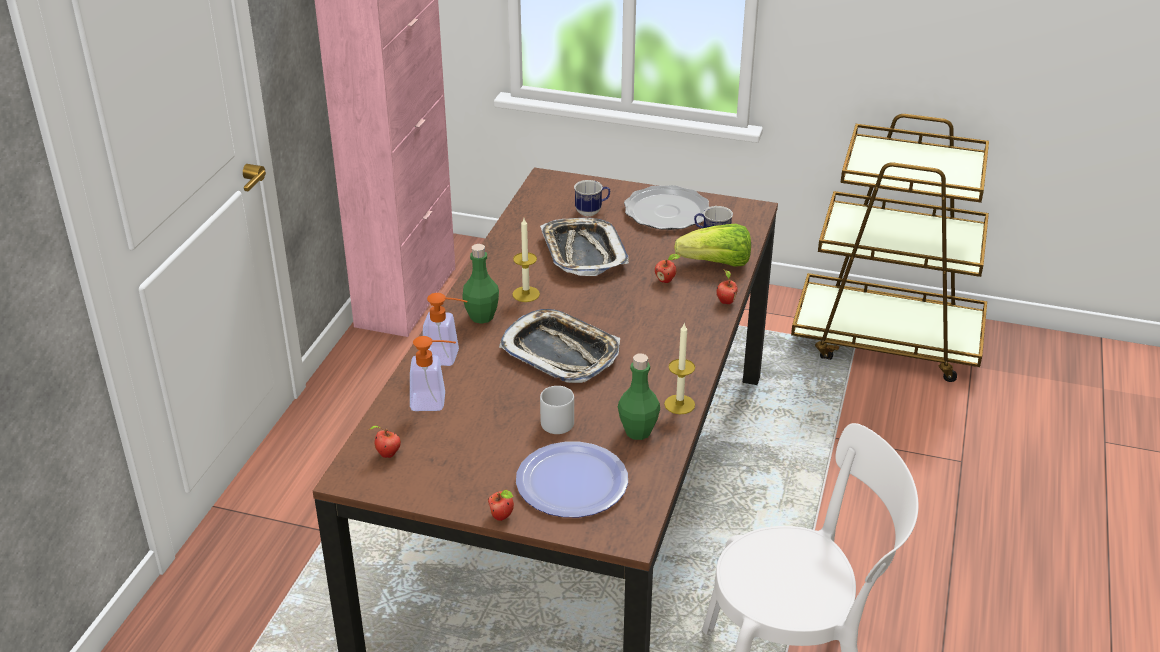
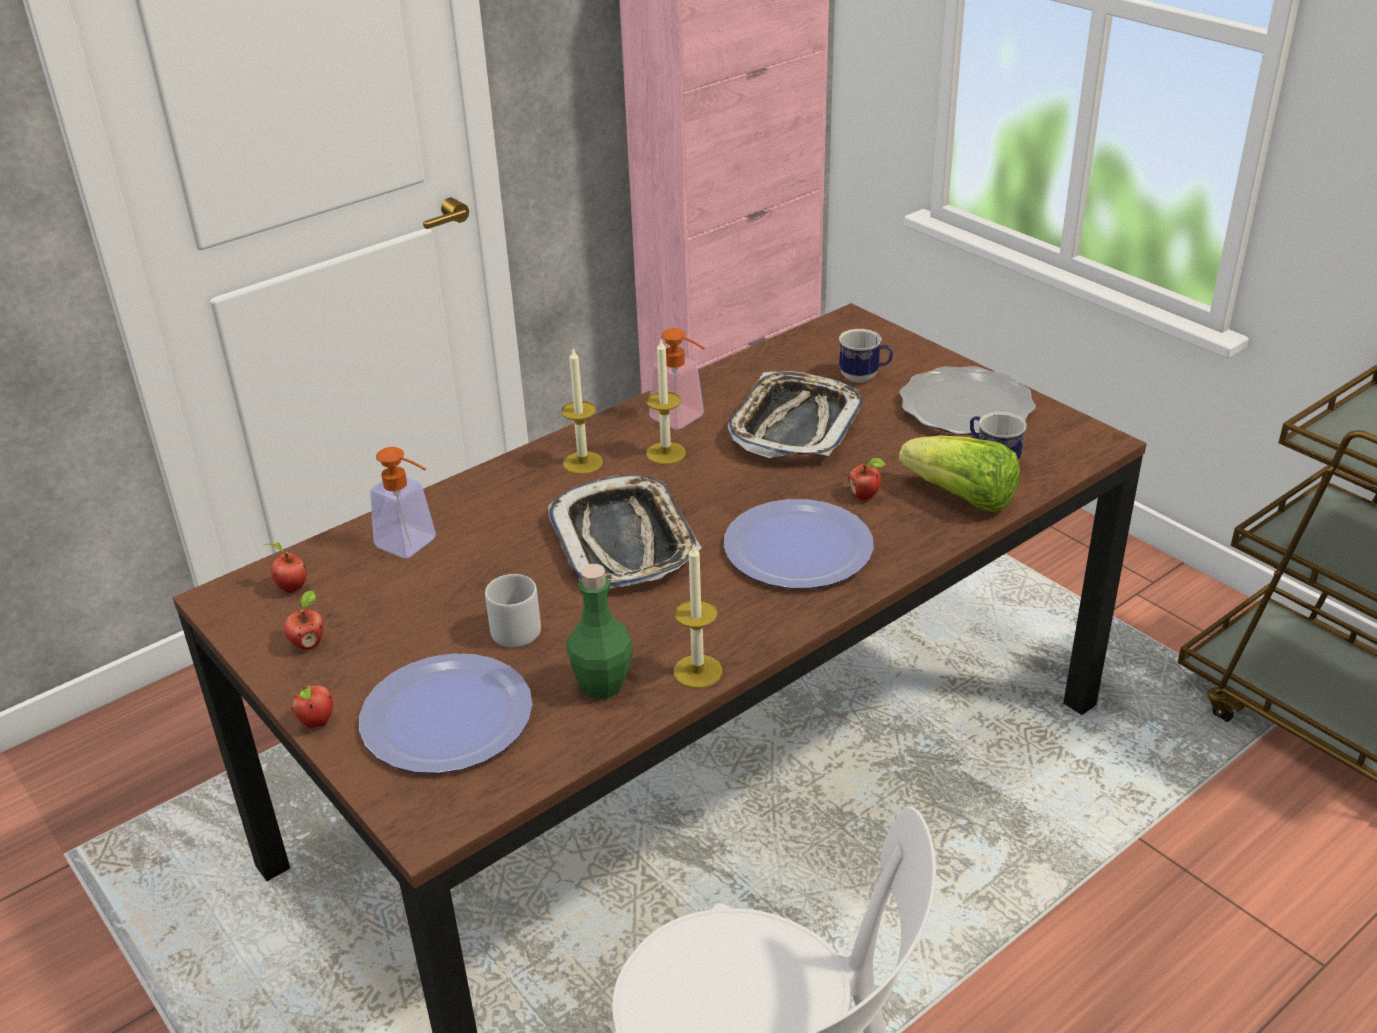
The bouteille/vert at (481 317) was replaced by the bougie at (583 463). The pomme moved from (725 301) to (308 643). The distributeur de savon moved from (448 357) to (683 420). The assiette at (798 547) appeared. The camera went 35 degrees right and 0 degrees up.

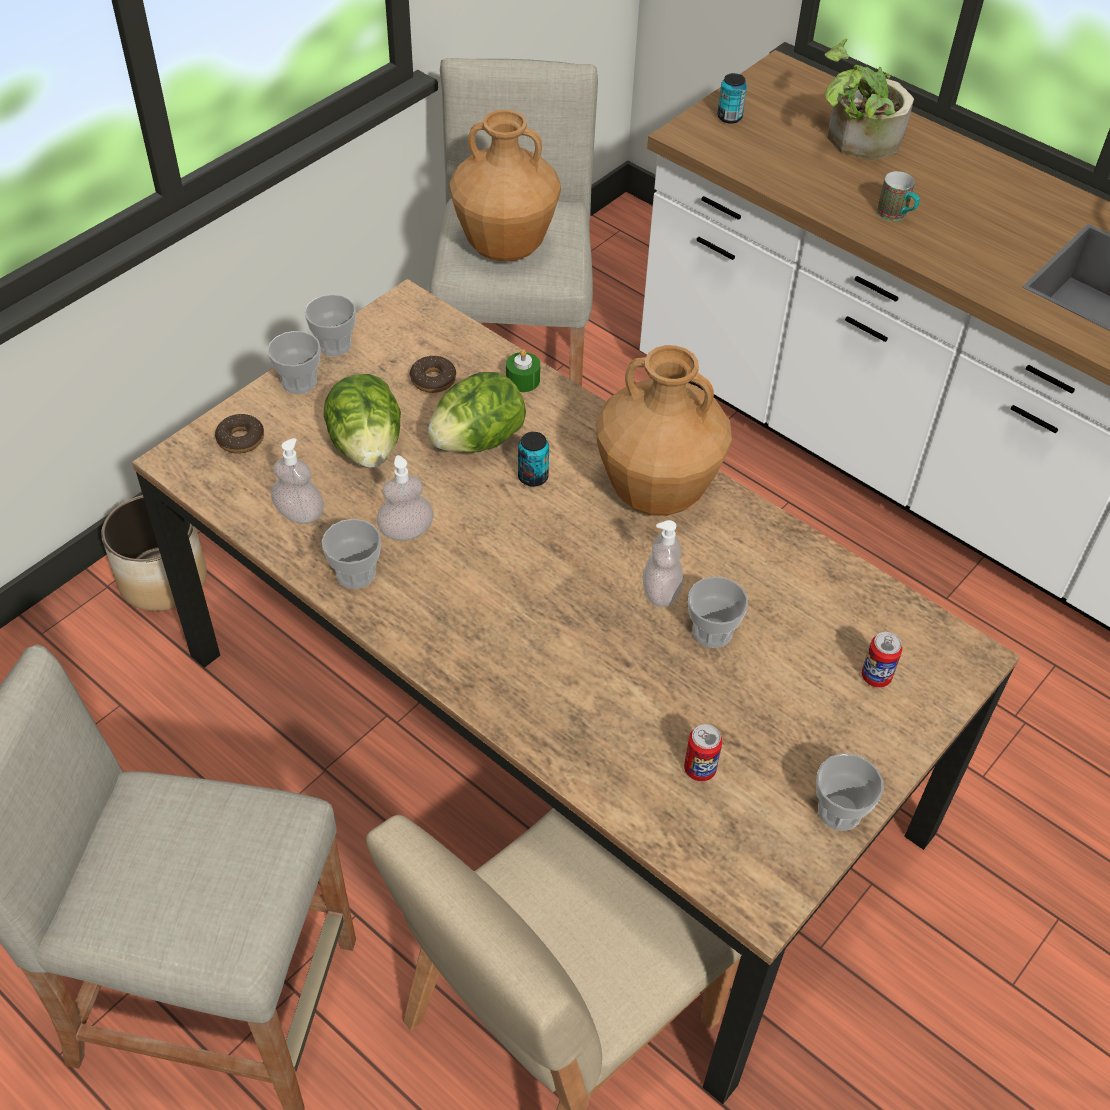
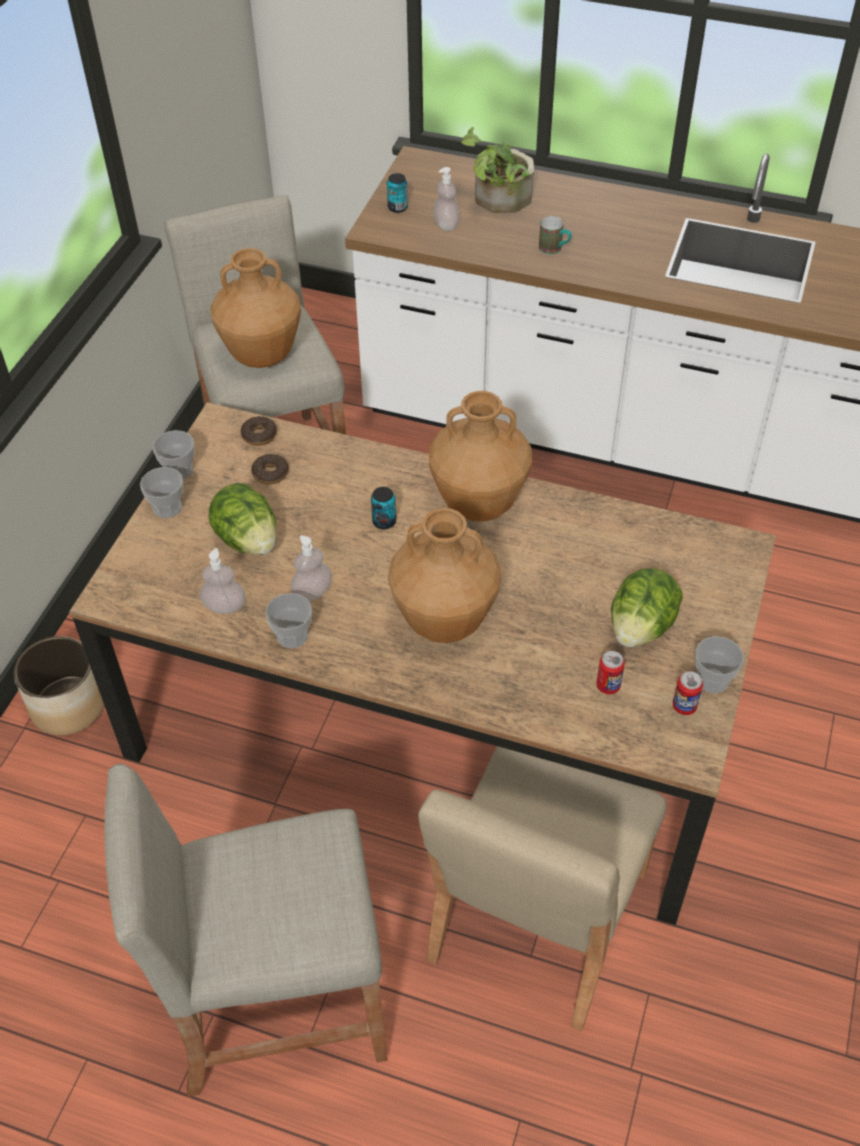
The bougie/vert at (523 380) disappeared. The laitue moved from (478 440) to (641 627). The beignet moved from (240 439) to (259 435). The distributeur de savon moved from (661 592) to (446 225). The tasse at (712 632) disappeared. The boîte métallique moved from (876 677) to (684 706). The vase/marron at (445 622) appeared. The camera went 20 degrees left and 0 degrees up.

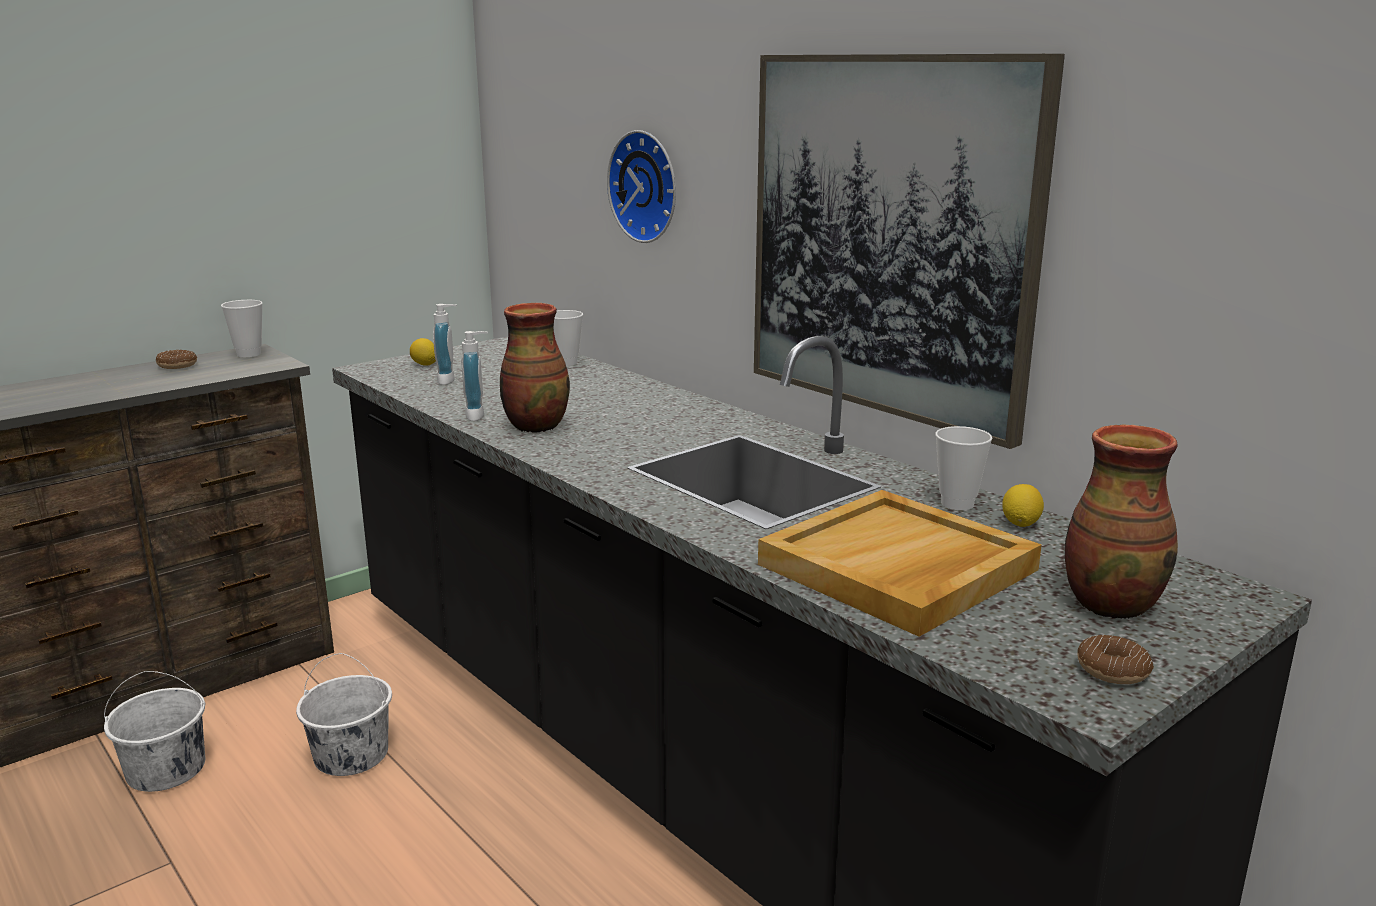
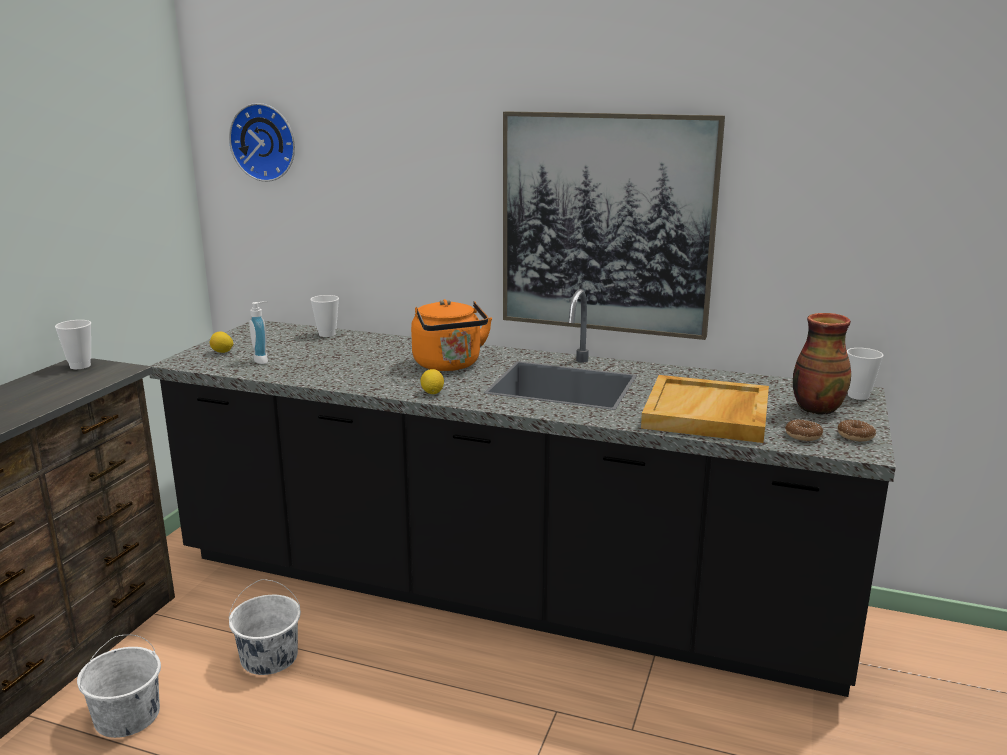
The horloge murale moved from (648 186) to (265 142). The vase at (535 426) disappeared. The distributeur de savon at (479 415) disappeared. The beignet moved from (177 365) to (803 436). The tasse moved from (957 504) to (858 396). The citron moved from (1020 524) to (432 393). The bouilloire/orange at (449 365) appeared. The camera went 30 degrees left and 0 degrees up.

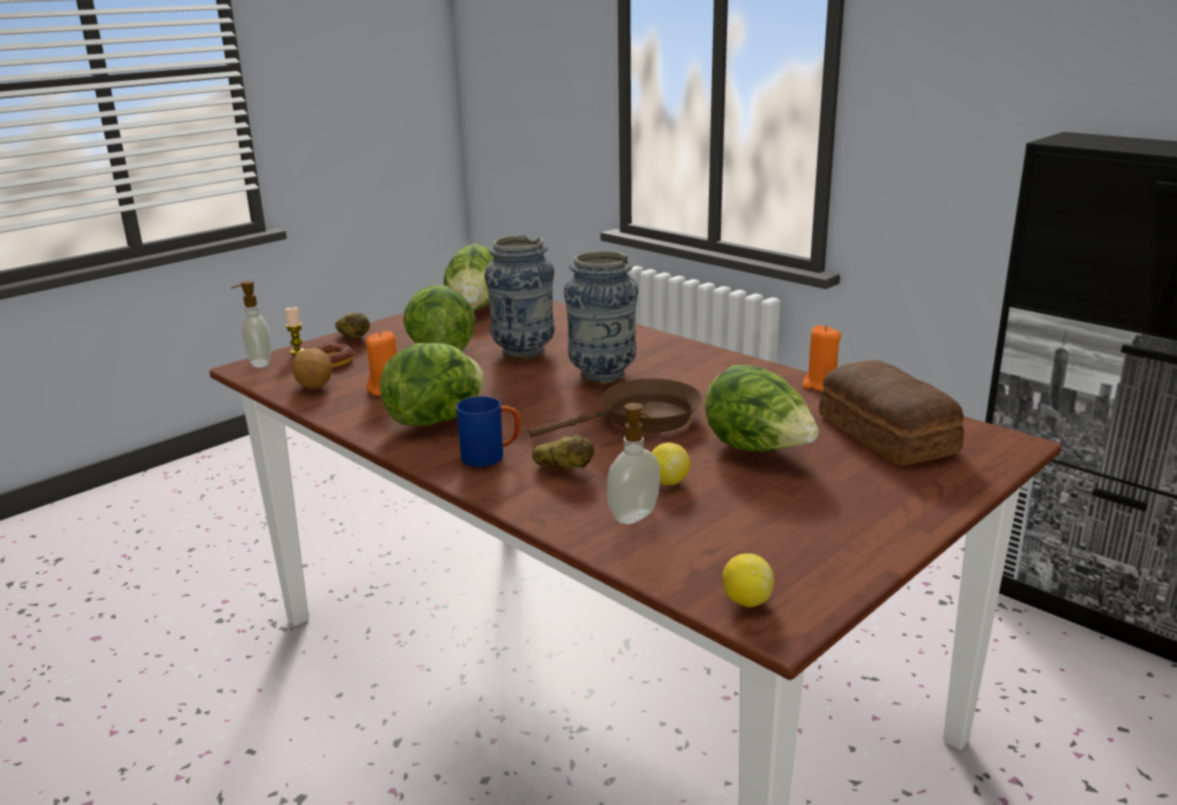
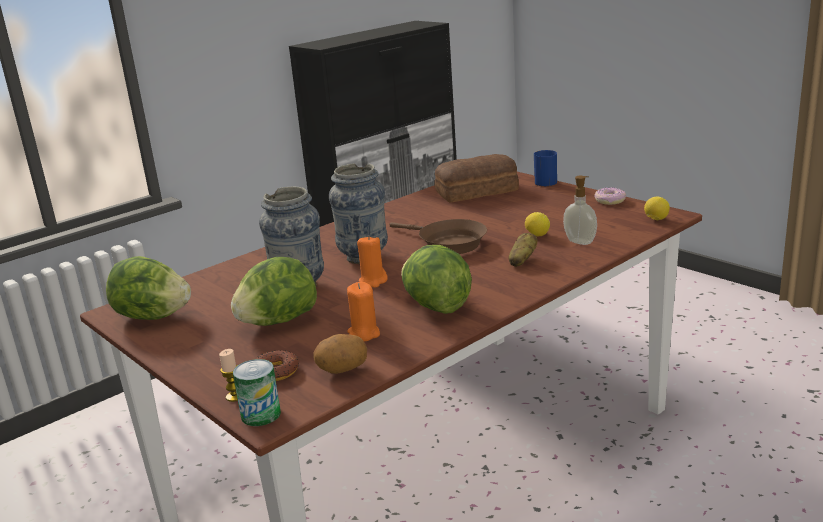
The distributeur de savon at (258 363) was replaced by the boîte métallique at (261 414). The pomme de terre at (354 338) disappeared. The bougie/orange moved from (820 385) to (373 281). The laitue at (758 450) disappeared. The poêle/marron at (642 419) turned 150 degrees clockwise. The mug/bleu moved from (491 457) to (544 181). The beignet at (609 201) appeared. The camera went 85 degrees left and 0 degrees up.

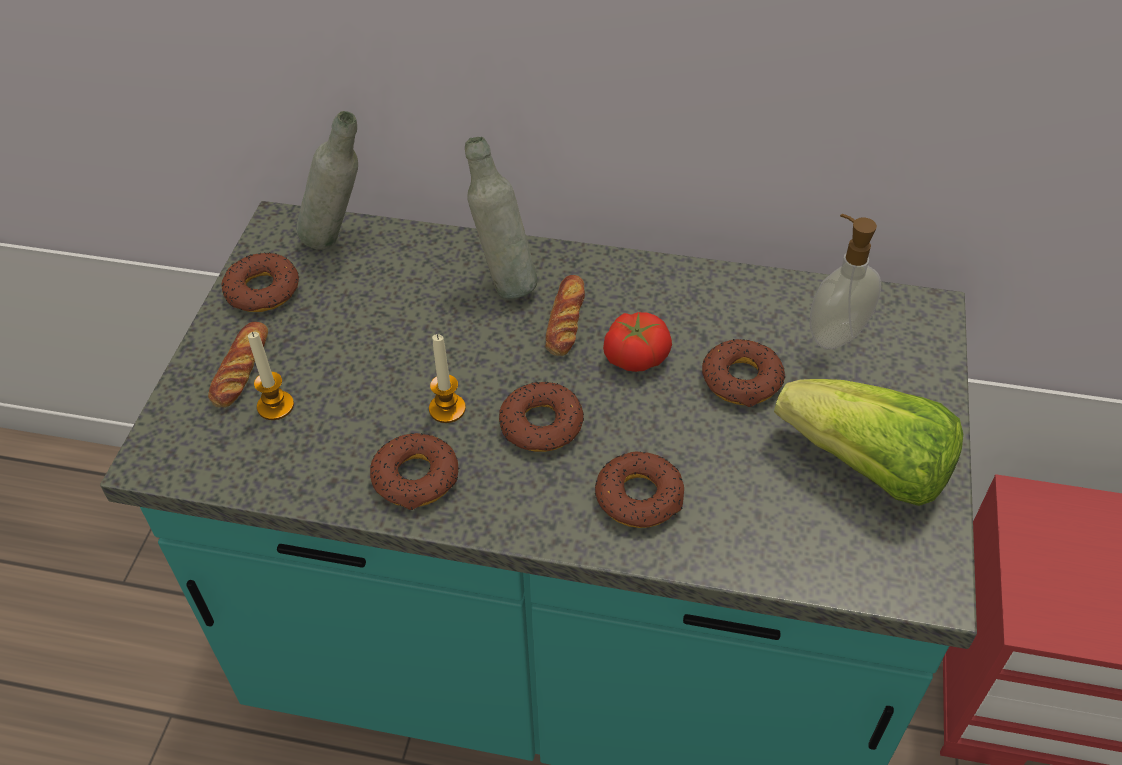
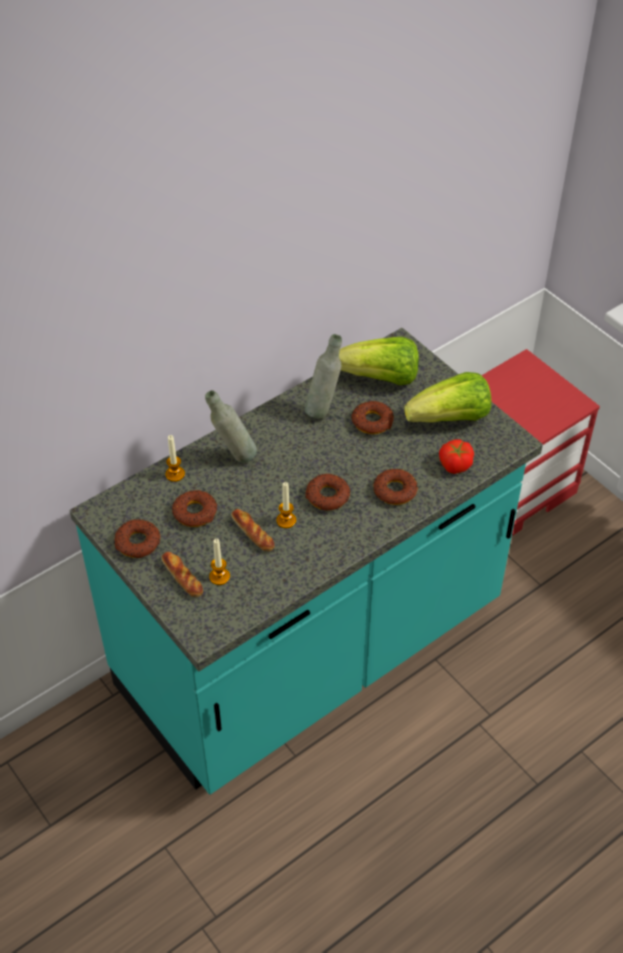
The bouteille/gris moved from (339 241) to (323 409). The distributeur de savon at (835 333) was replaced by the laitue at (380 378). The pain moved from (565 320) to (252 533). The tomate moved from (635 356) to (454 464). The beignet moved from (416 477) to (195 512). The bougie at (175 474) appeared. The camera went 50 degrees left and 0 degrees up.

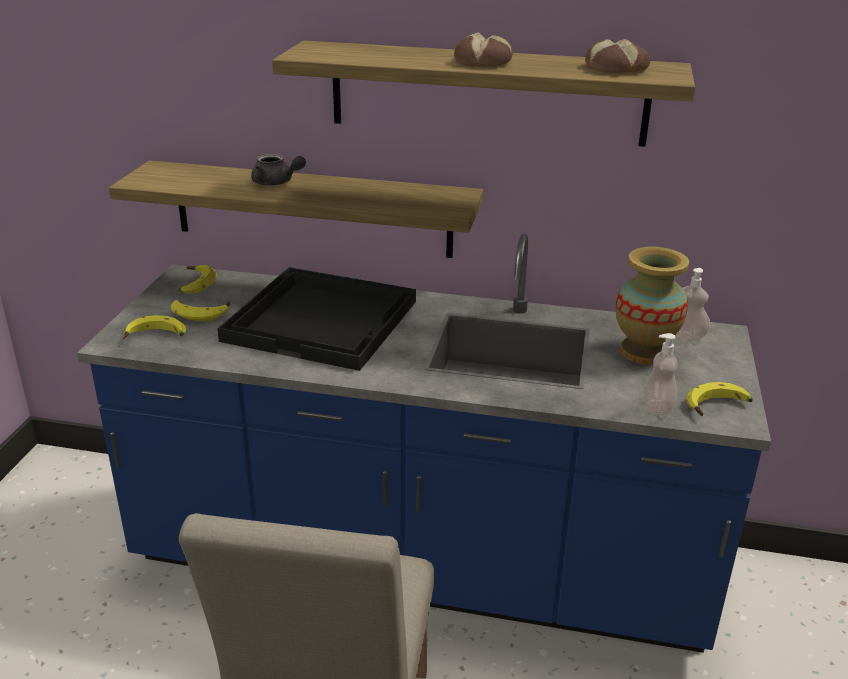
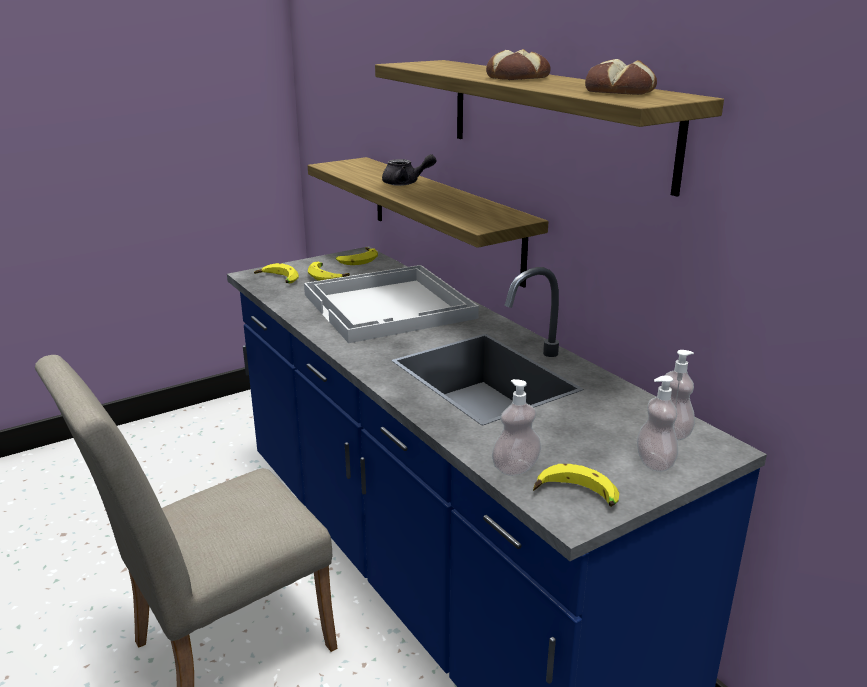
The théière/gris at (276 183) turned 75 degrees counterclockwise. The vase at (644 352) disappeared. The plateau/noir at (323 320) became the plateau/blanc at (390 306). The distributeur de savon at (654 463) appeared. The camera went 45 degrees right and 5 degrees down.

